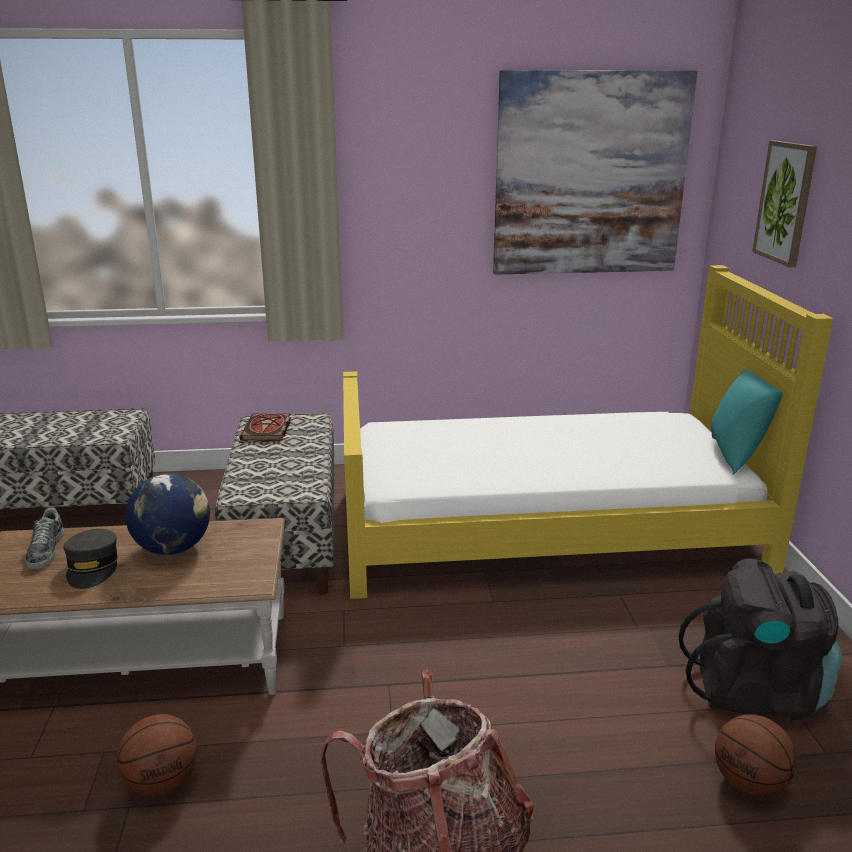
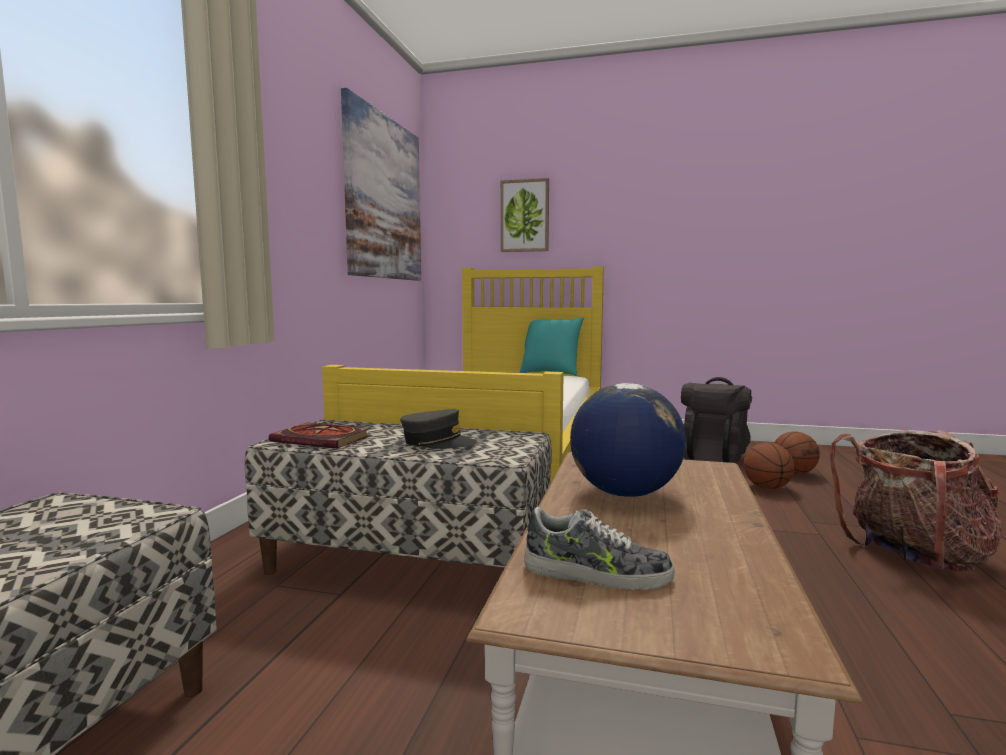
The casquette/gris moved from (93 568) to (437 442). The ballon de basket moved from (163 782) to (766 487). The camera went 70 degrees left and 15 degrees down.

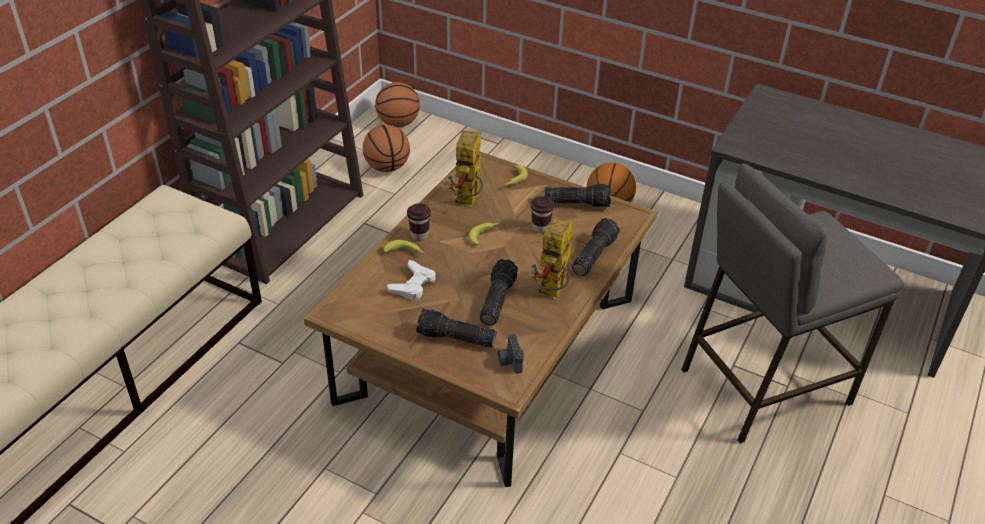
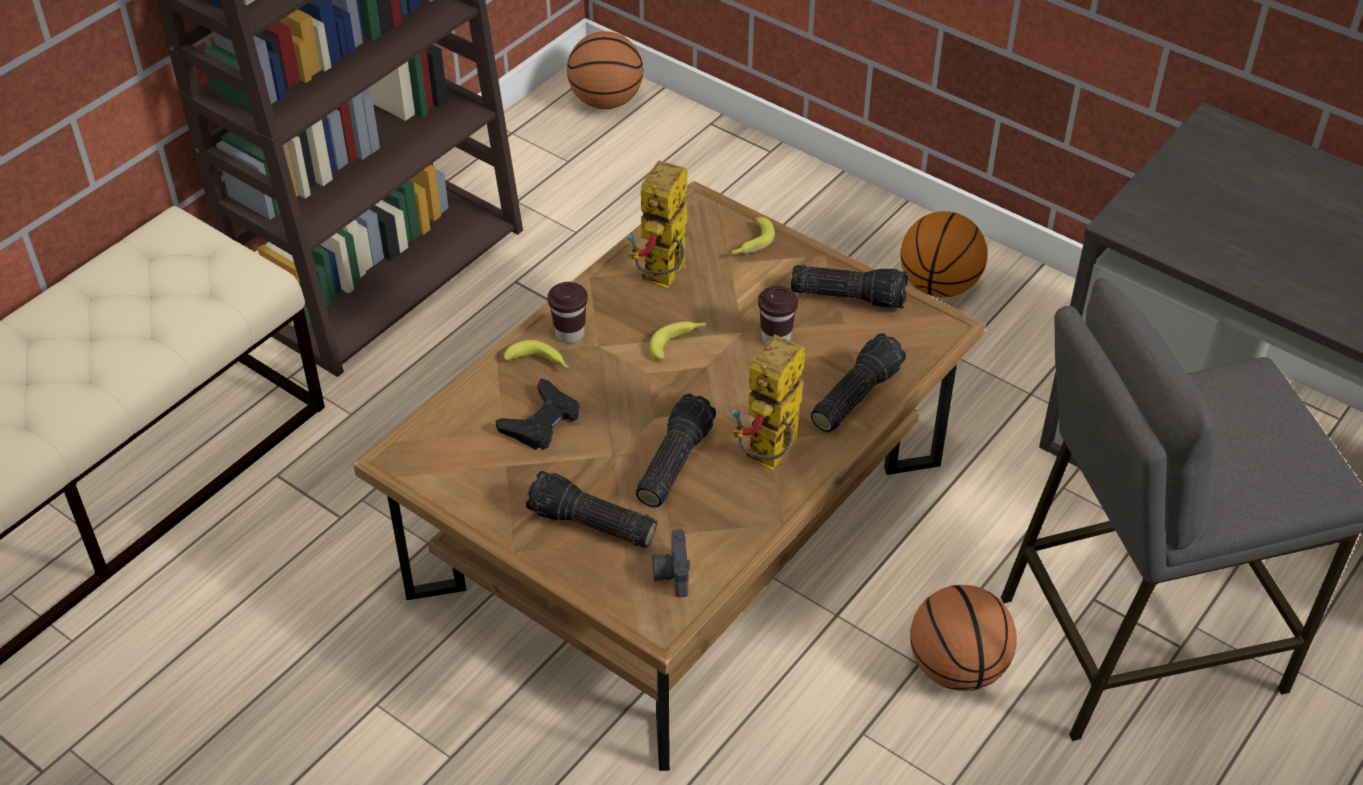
The ballon de basket moved from (387 167) to (957 668). The manette/blanc at (413 284) became the manette/noir at (541 422). The camera went 10 degrees right and 5 degrees up.

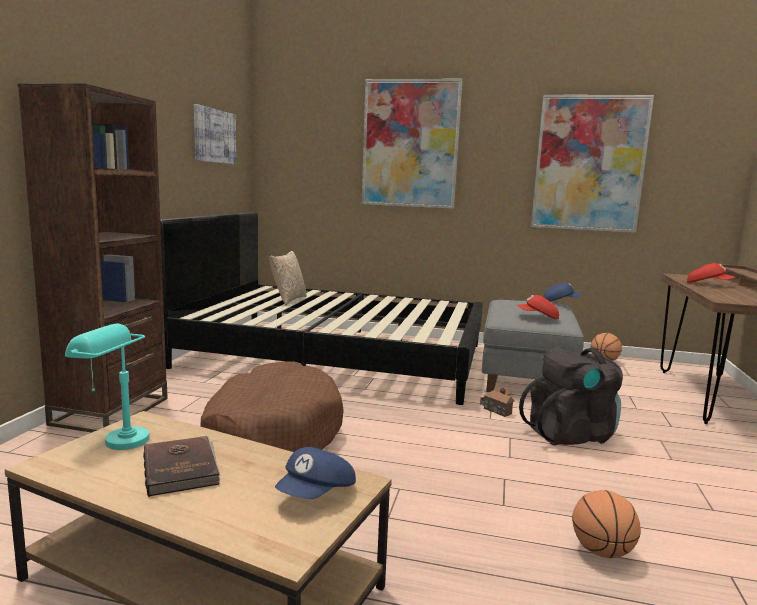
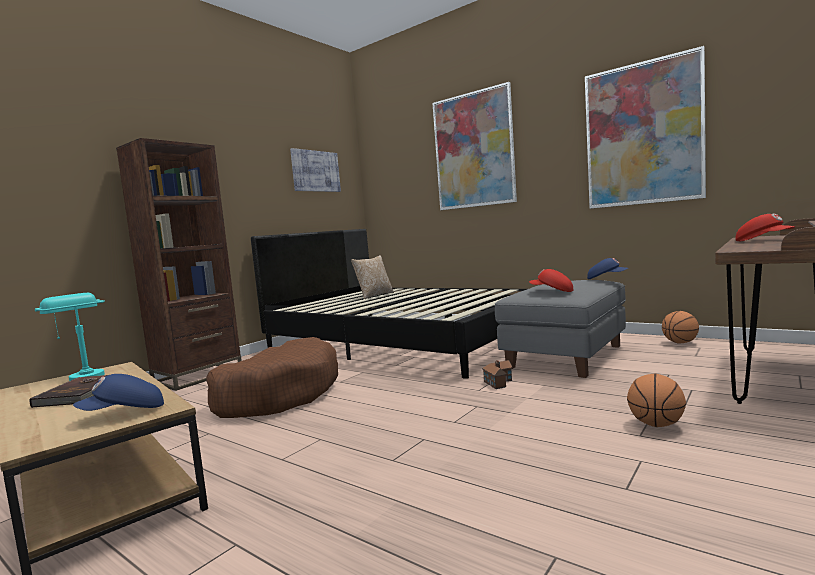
The sac à dos/noir at (571 434) disappeared. The ballon de basket moved from (601 551) to (656 425). The camera went 25 degrees right and 5 degrees down.

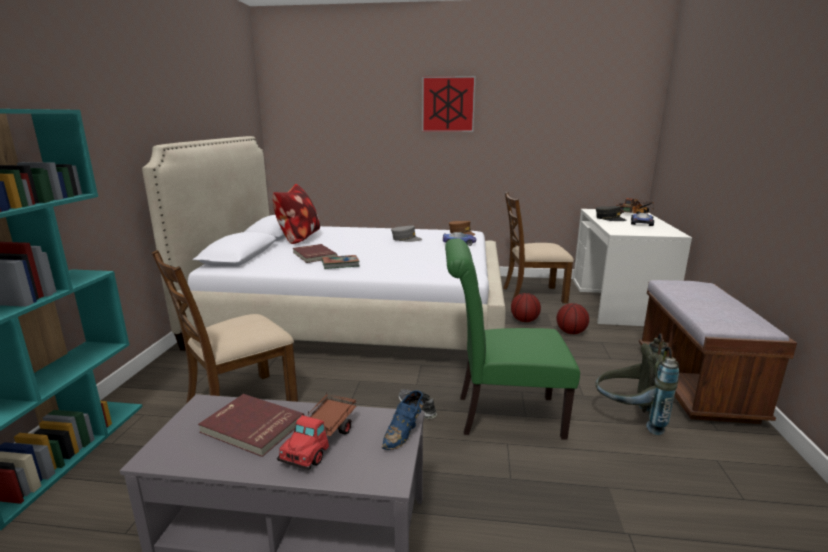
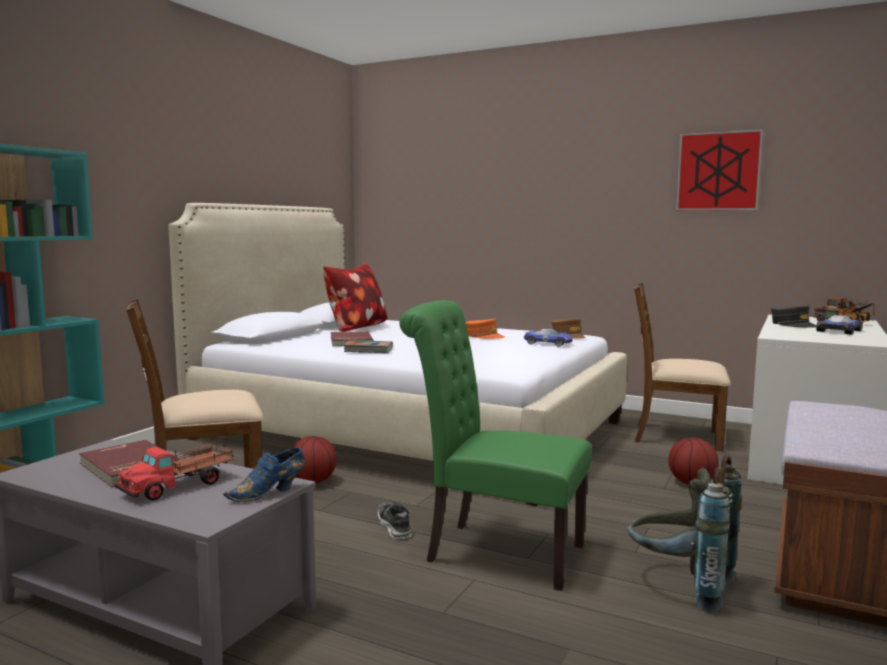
The tableau moved from (448 104) to (718 171). The casquette/gris at (406 239) became the casquette/orange at (484 336). The ballon de basket moved from (524 320) to (313 482). The camera went 20 degrees right and 10 degrees down.

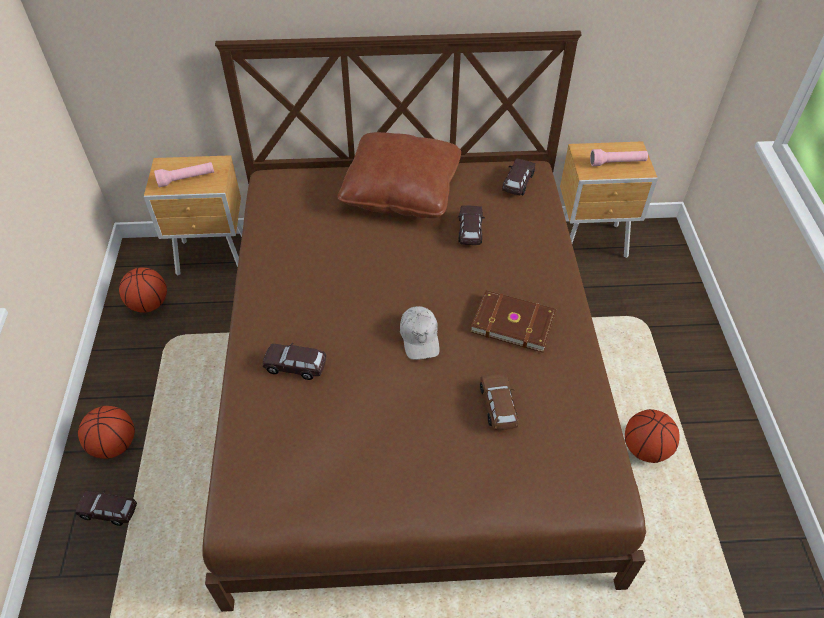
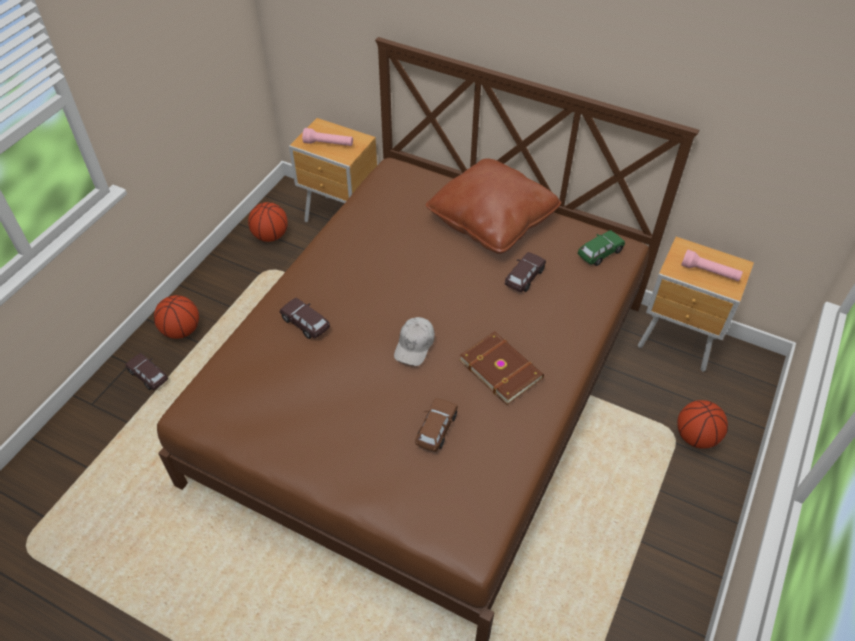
The petite voiture/marron at (517 183) became the petite voiture/vert at (599 253). The ballon de basket moved from (645 449) to (695 436). The camera went 30 degrees right and 0 degrees up.

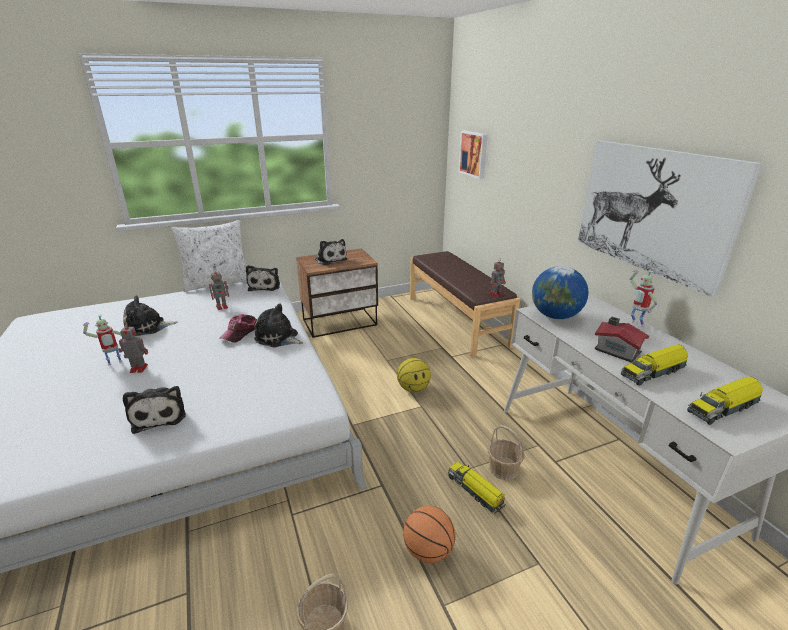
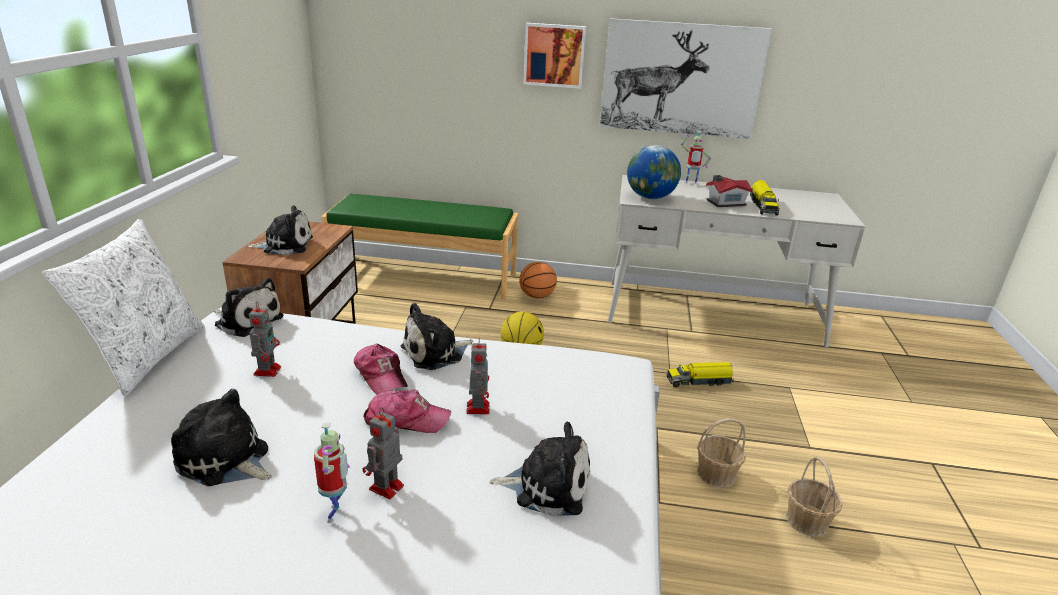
The tableau moved from (474 154) to (554 55). The banc/marron at (457 320) became the banc/vert at (424 276). The robot jouet moved from (496 294) to (478 407). The peluche at (148 327) turned 105 degrees clockwise. The camion jouet at (723 408) disappeared. The panier moved from (503 469) to (716 474). The ballon de basket moved from (428 551) to (537 296). The casquette at (406 419) appeared. The camera went 60 degrees left and 0 degrees up.

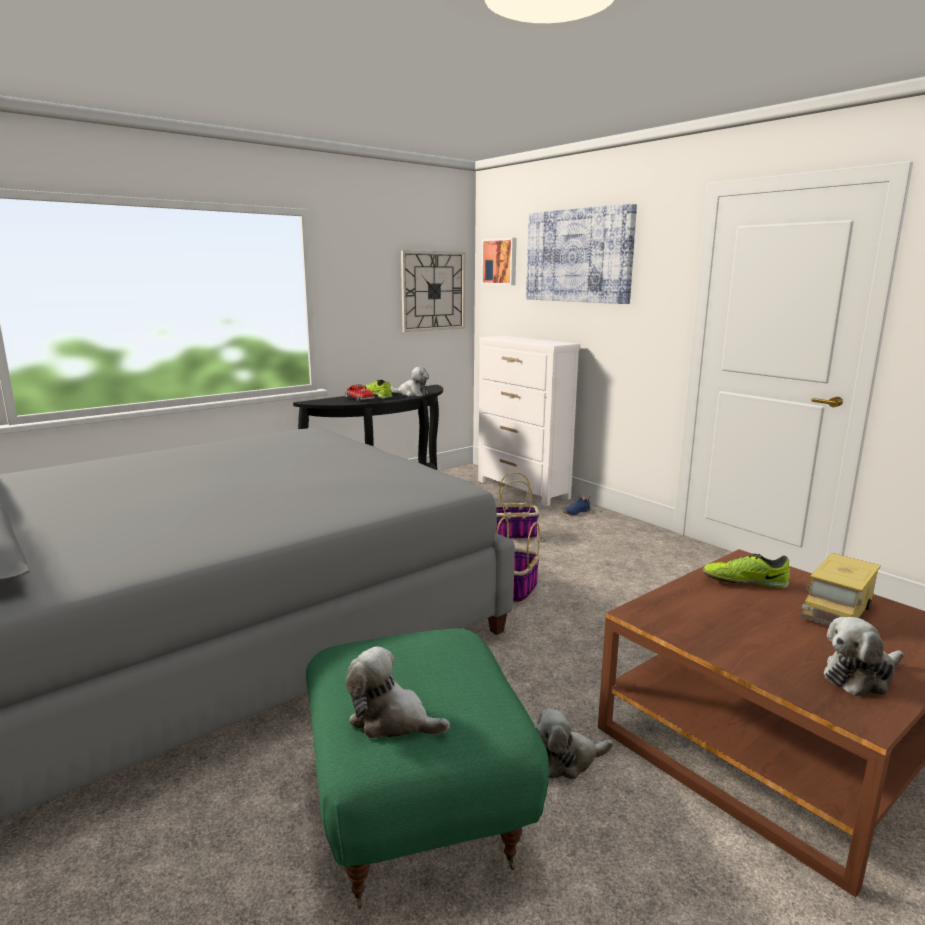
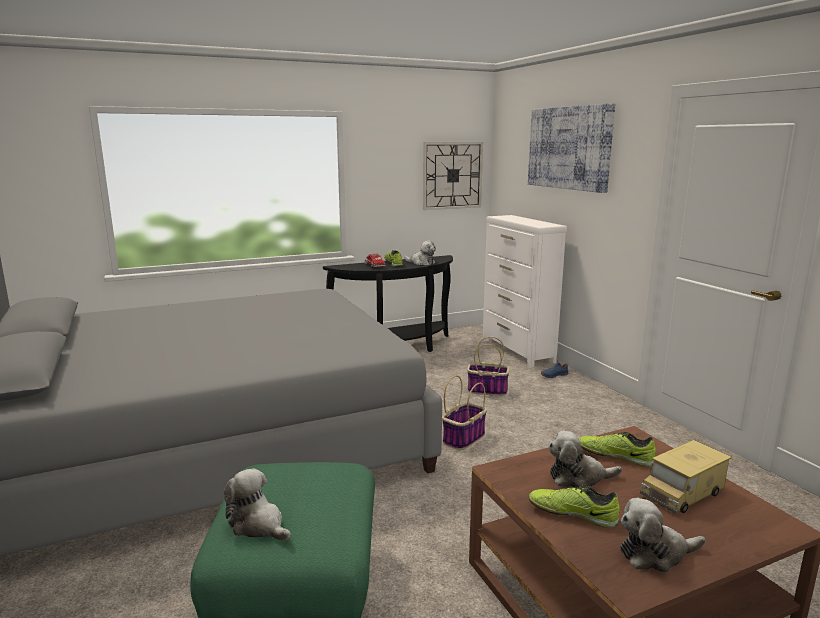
The tableau at (500 261) disappeared. The peluche moved from (567 760) to (578 477). The chaussure at (572 513) appeared. The camera went 15 degrees right and 0 degrees up.

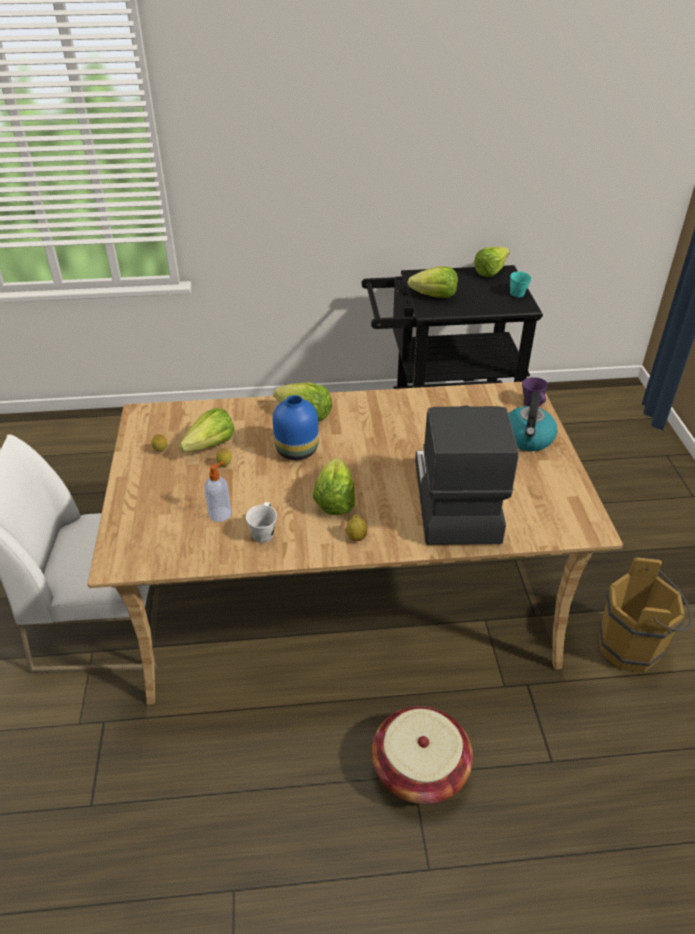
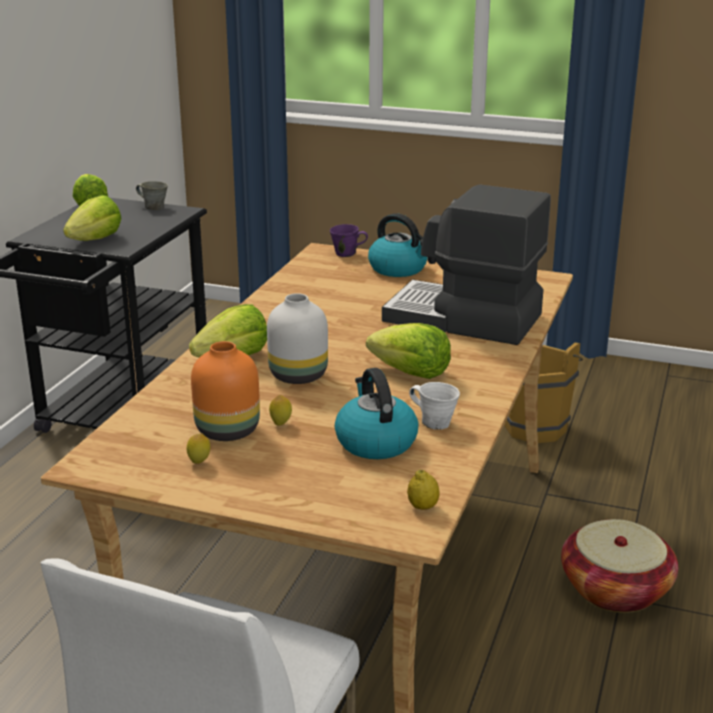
The mug/turquoise at (517 293) became the mug/gris at (153 207). The vase/bleu at (297 451) became the vase/blanc at (300 376). The laitue at (205 448) was replaced by the vase/orange at (228 430). The distributeur de savon at (220 514) was replaced by the bouilloire at (375 442). The citron moved from (356 538) to (423 507). The camera went 65 degrees left and 15 degrees down.

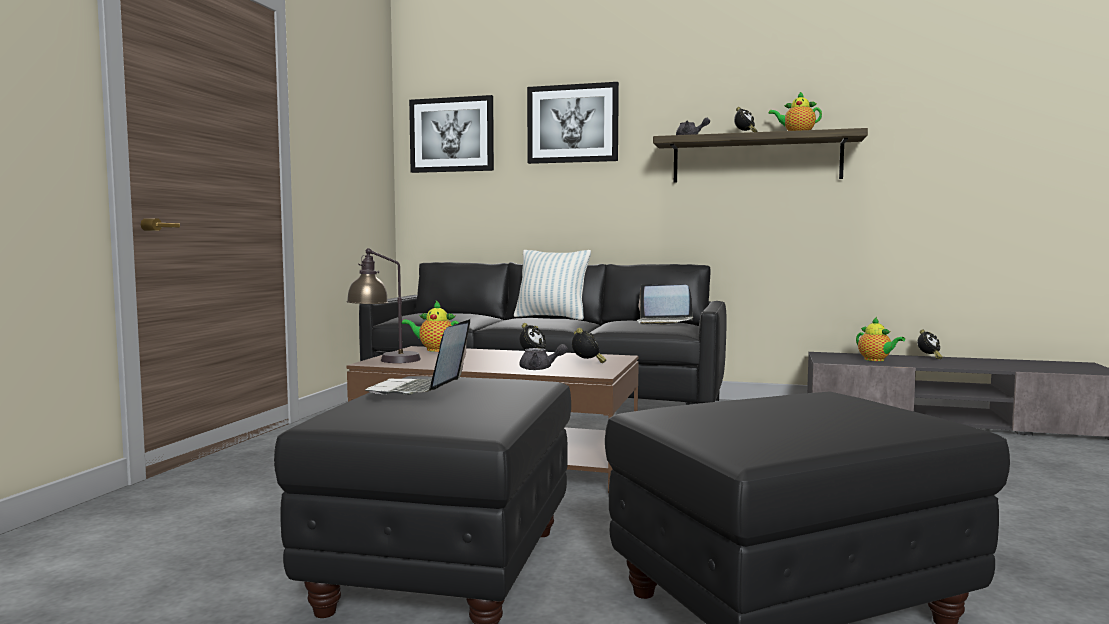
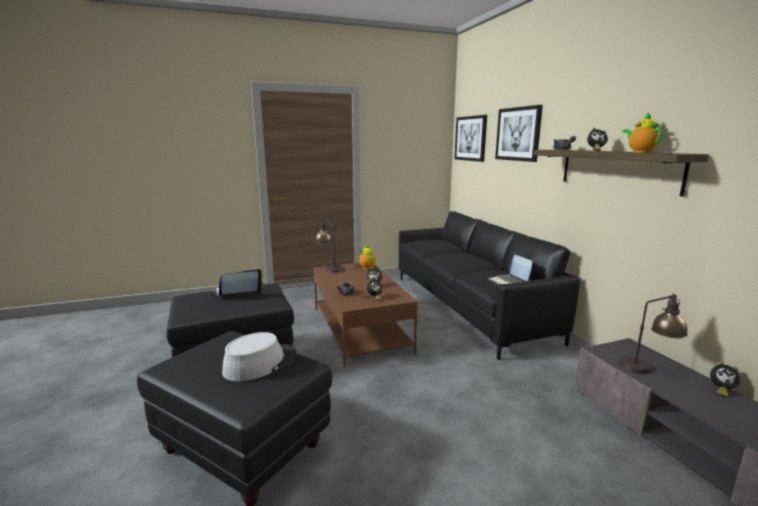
The coussin at (551 317) disappeared. The théière at (876 360) was replaced by the lampe de table at (647 368). The chapeau/gris at (260 363) appeared. The camera went 55 degrees right and 10 degrees up.

